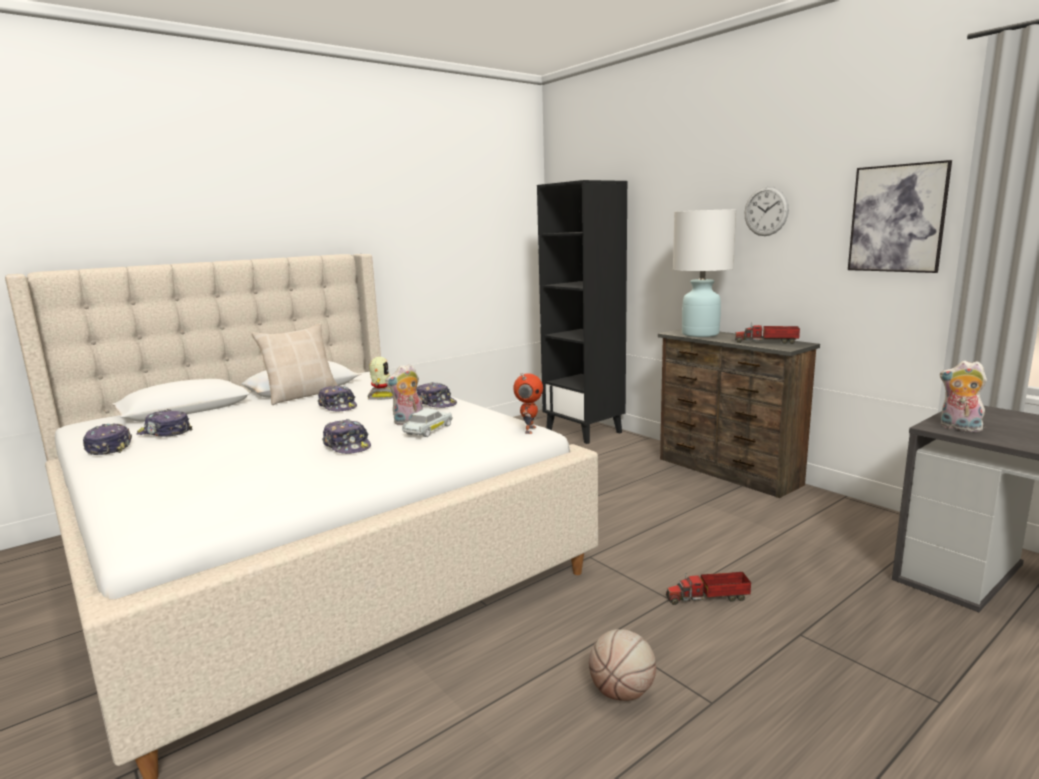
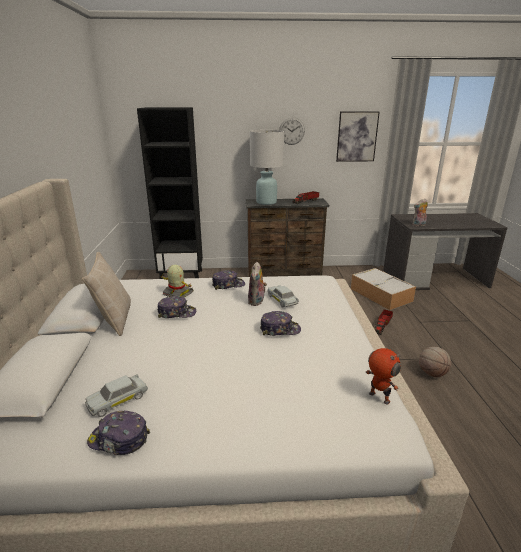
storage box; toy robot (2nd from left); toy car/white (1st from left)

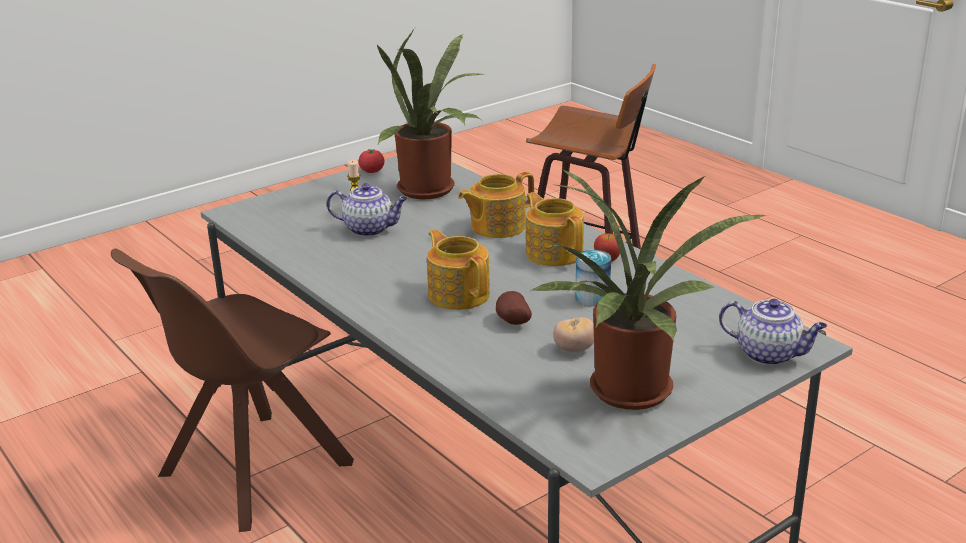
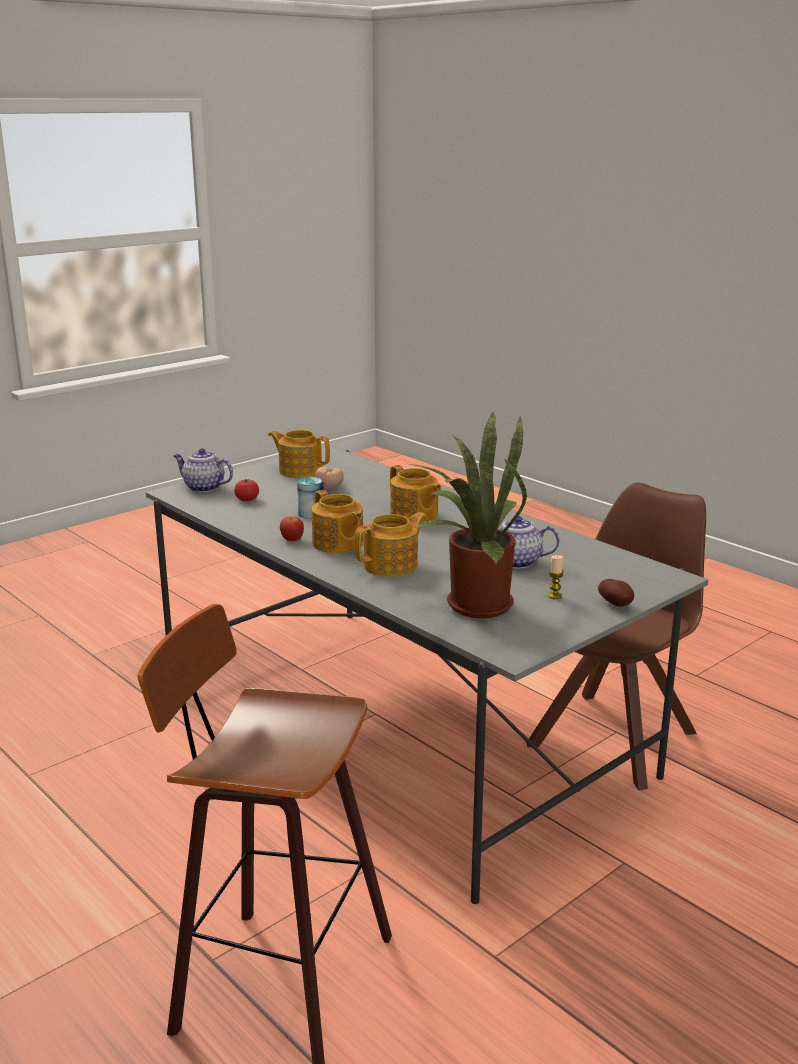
tomato (1st from left); potato; teapot (2nd from left)

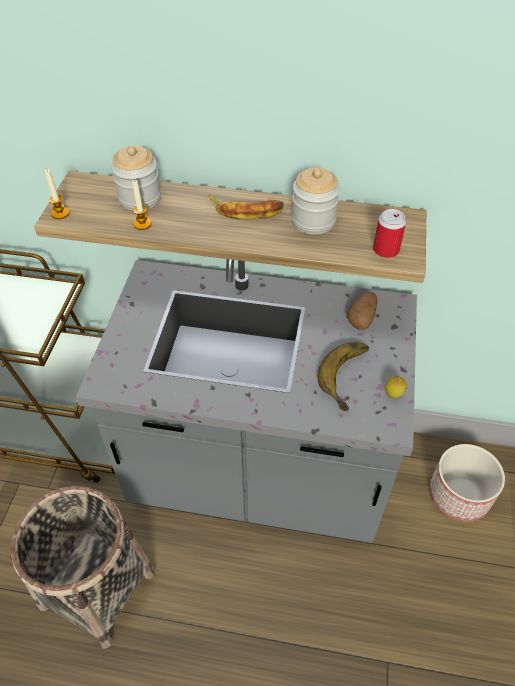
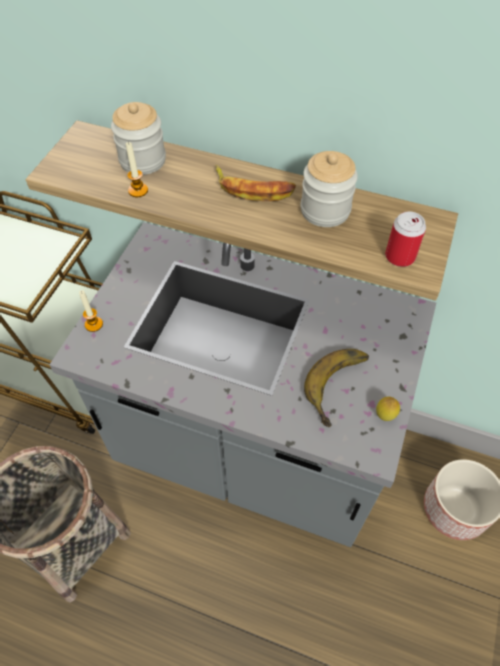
potato; candle (1st from left)

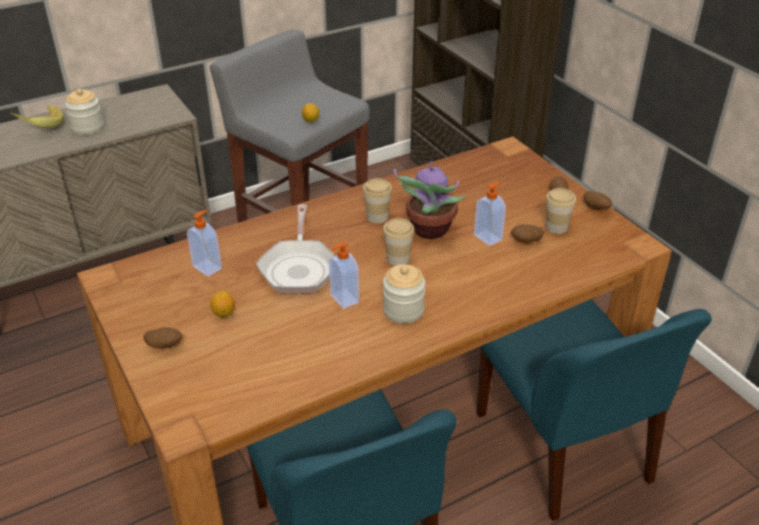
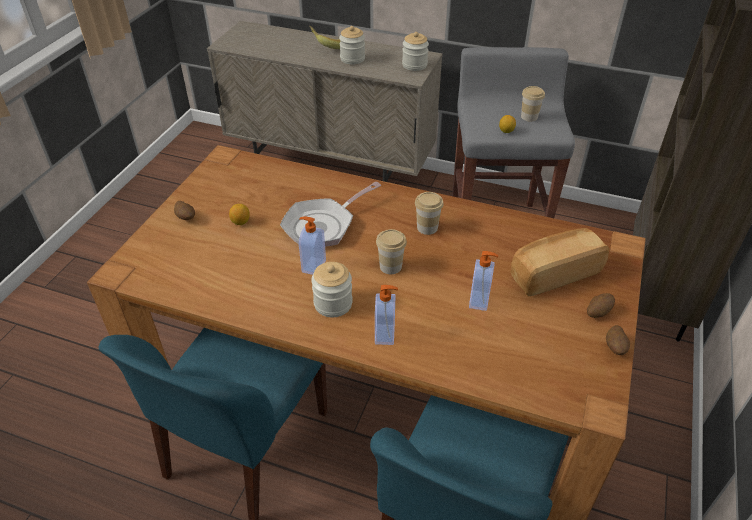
potted plant; potato (2nd from left in the first image); jar (3rd from left); bread; soap dispenser (2nd from left); cup (3rd from left)

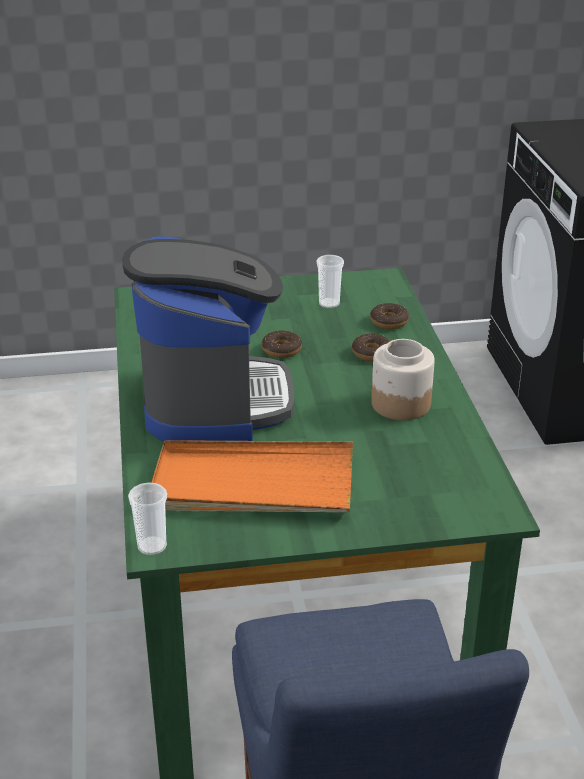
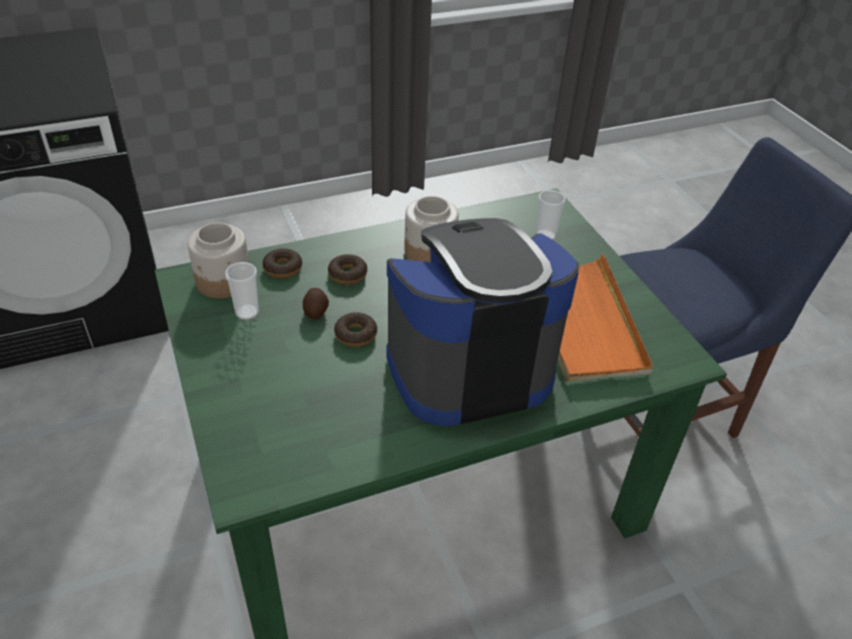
jar (1st from left); potato; cup (2nd from left)

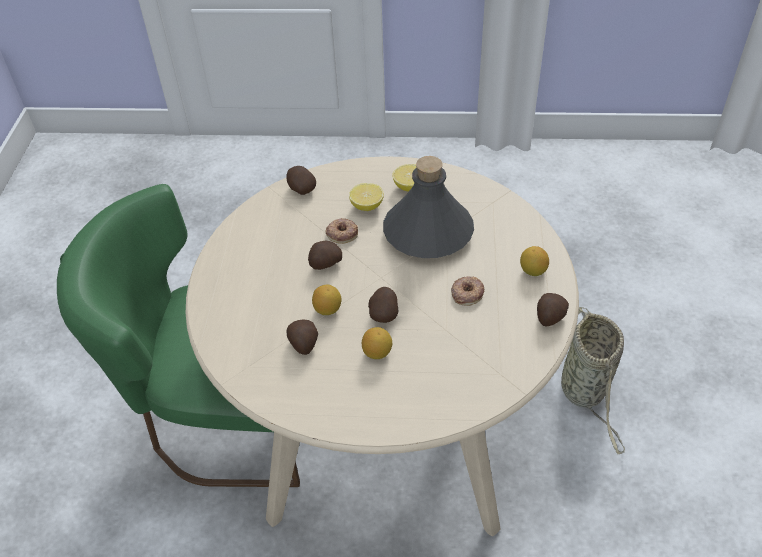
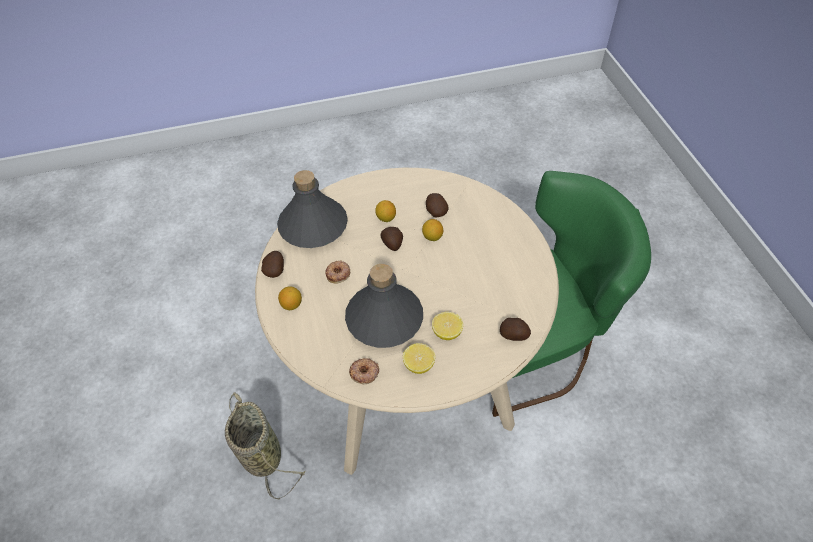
potato (3rd from left in the first image); bottle/grey (1st from left); donut (2nd from left)

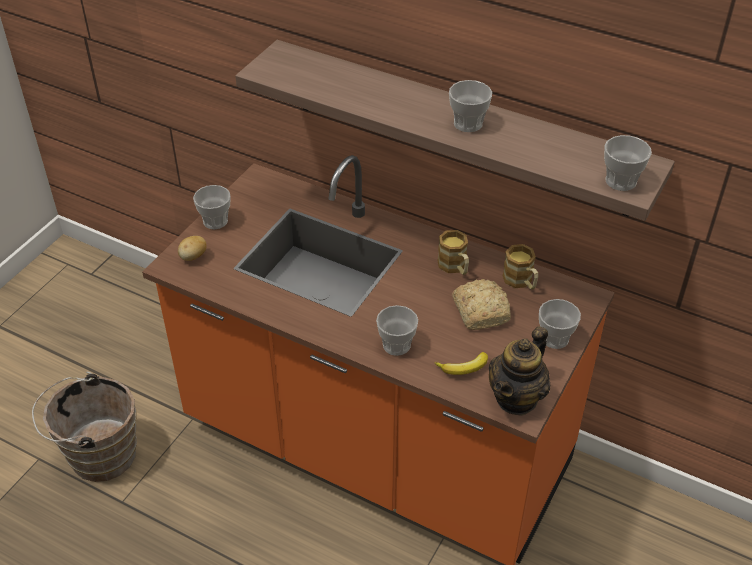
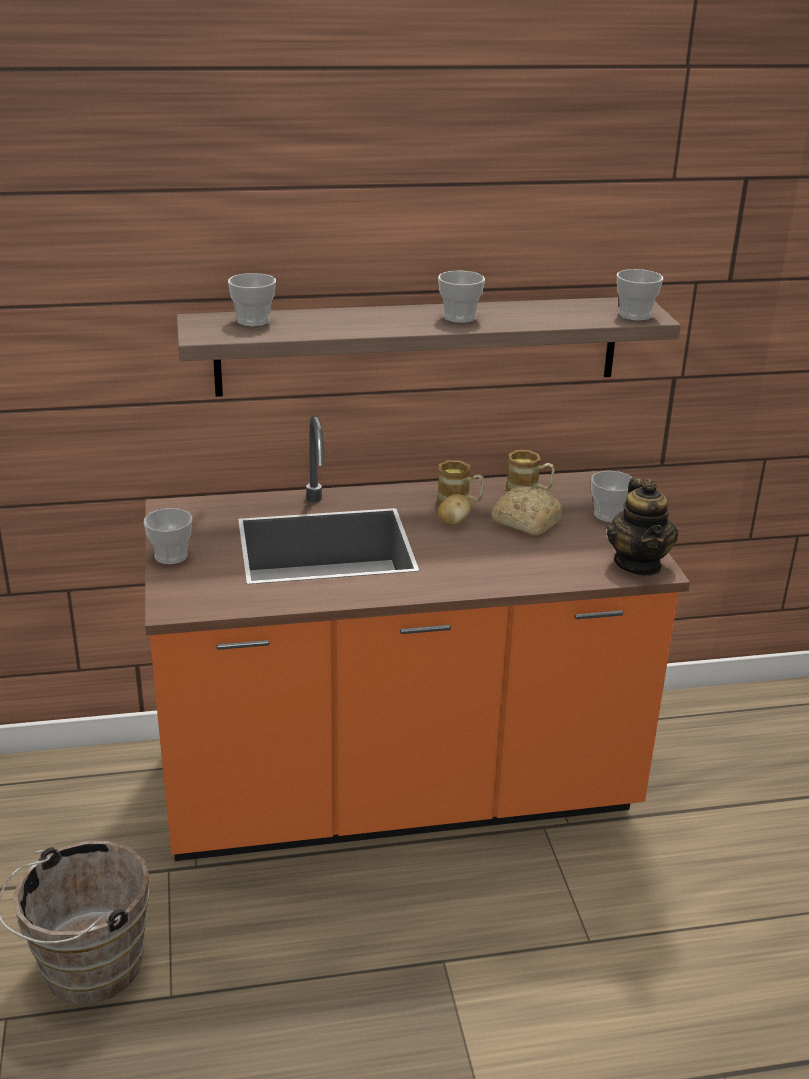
banana; potato; cup (2nd from left)

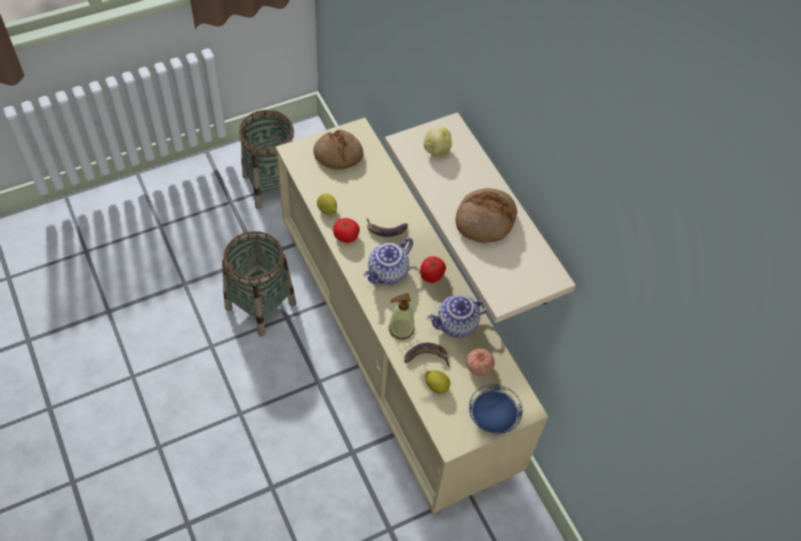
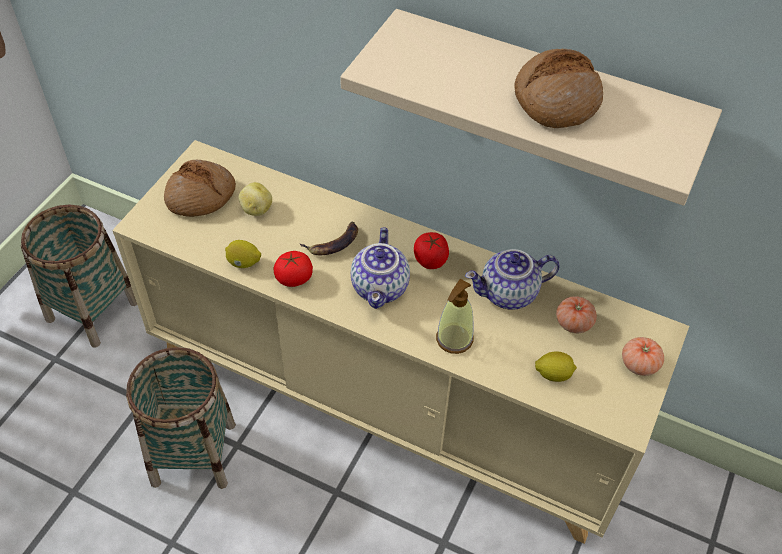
banana (2nd from left in the first image); potato; tomato (4th from left); teapot (2nd from left)

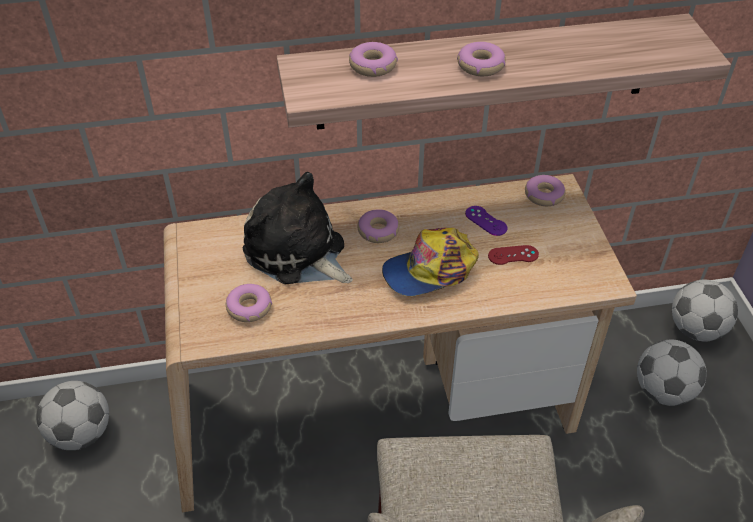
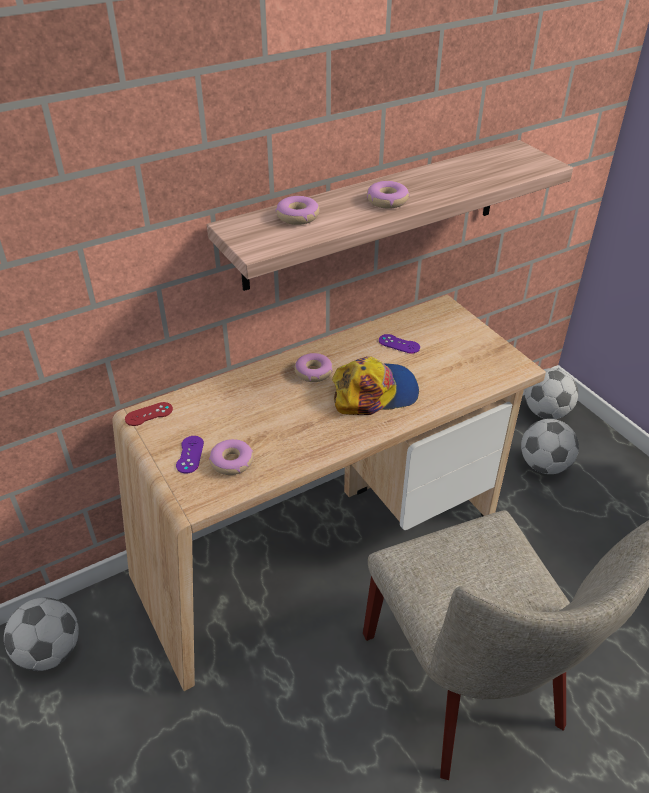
plush toy; donut (5th from left in the first image); game controller/purple (1st from left); game controller/red; cap

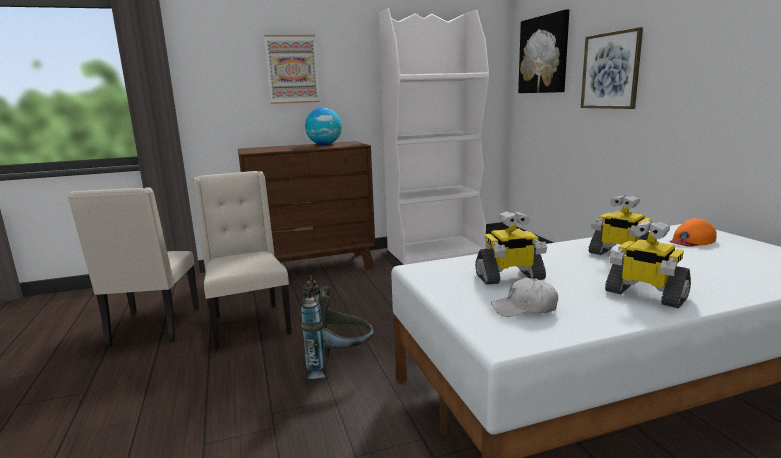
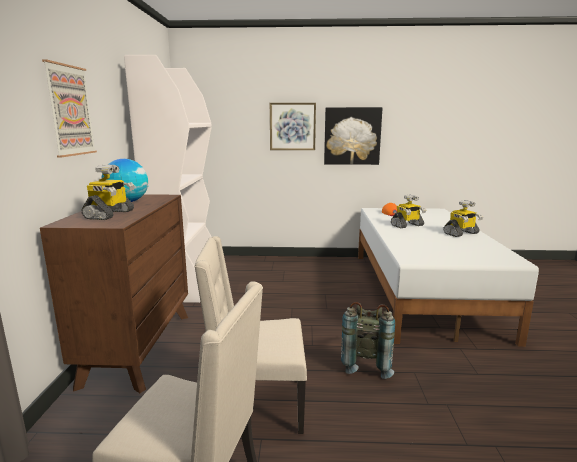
cap/white; toy robot (1st from left); picture (3rd from left)

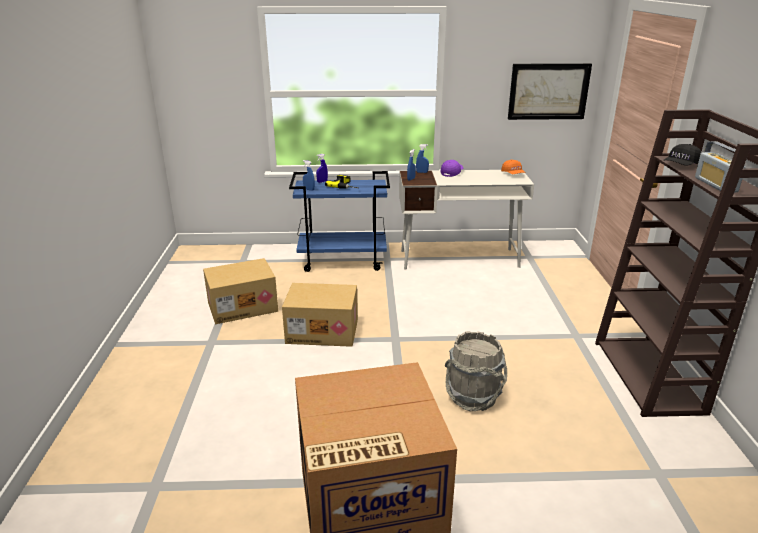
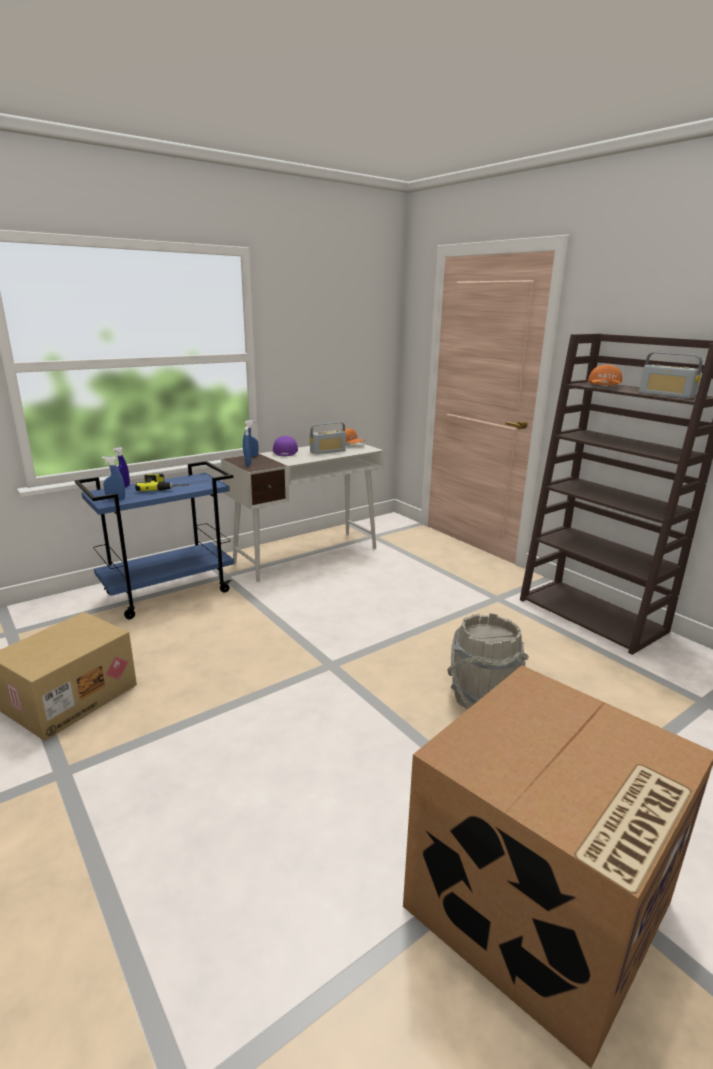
cardboard box (2nd from left in the first image); picture; radio (1st from left); cap/orange (2nd from left)

